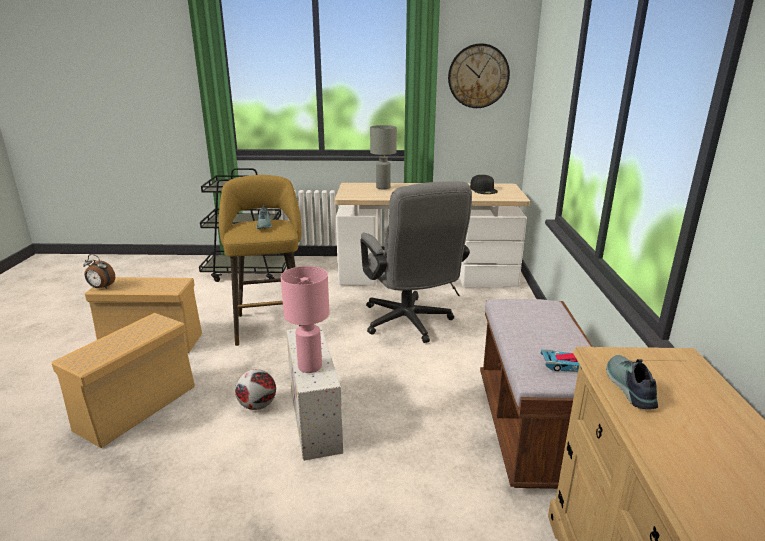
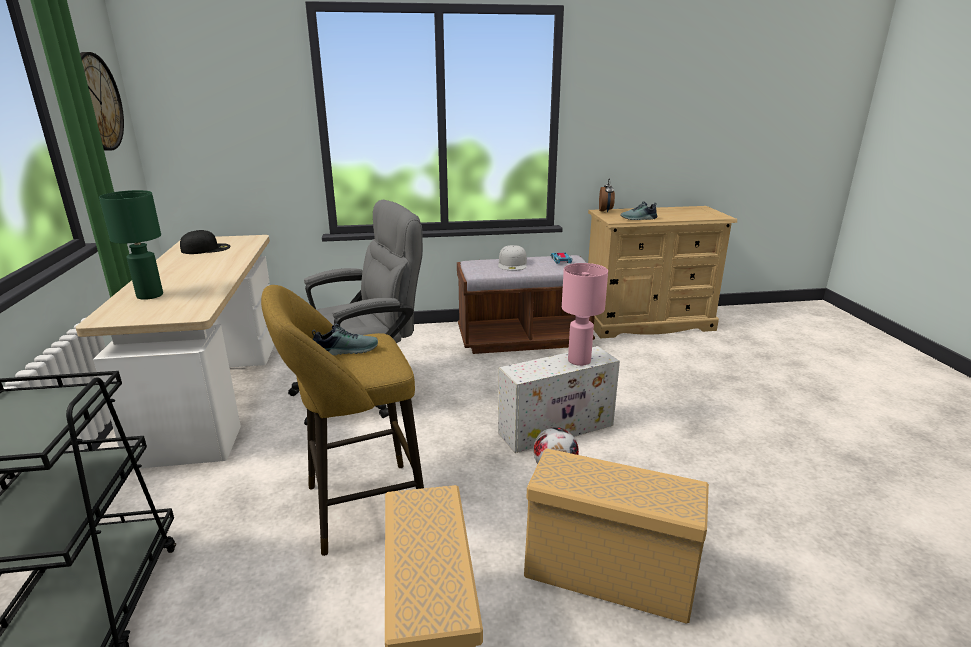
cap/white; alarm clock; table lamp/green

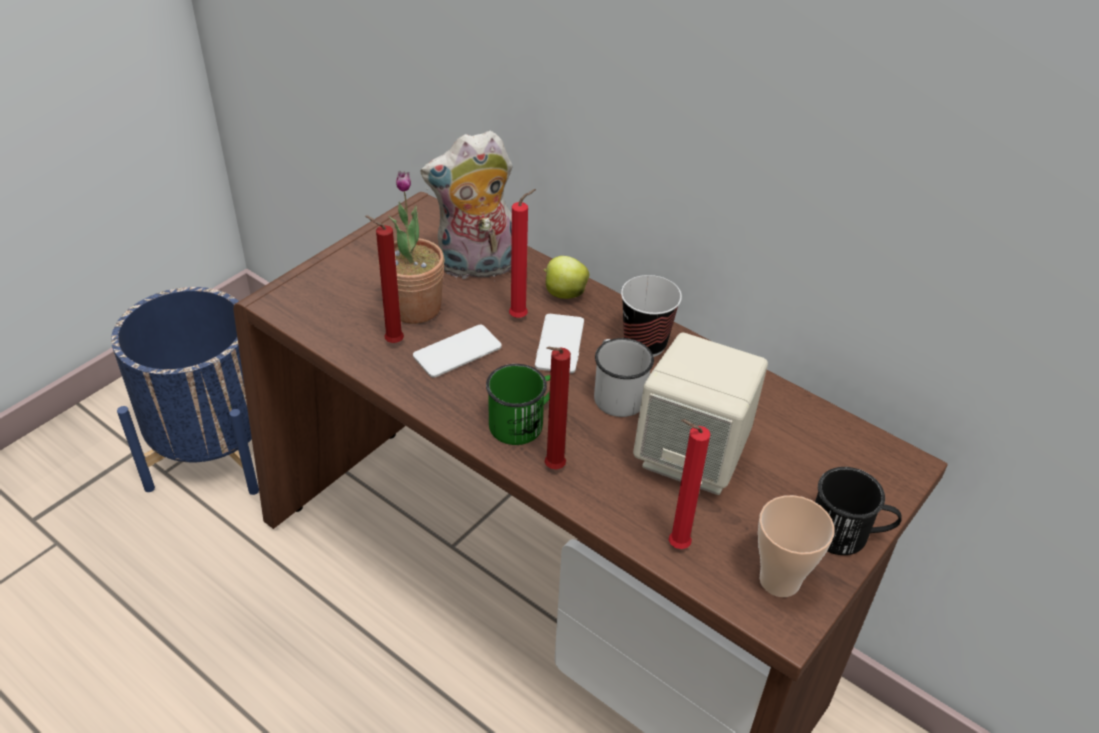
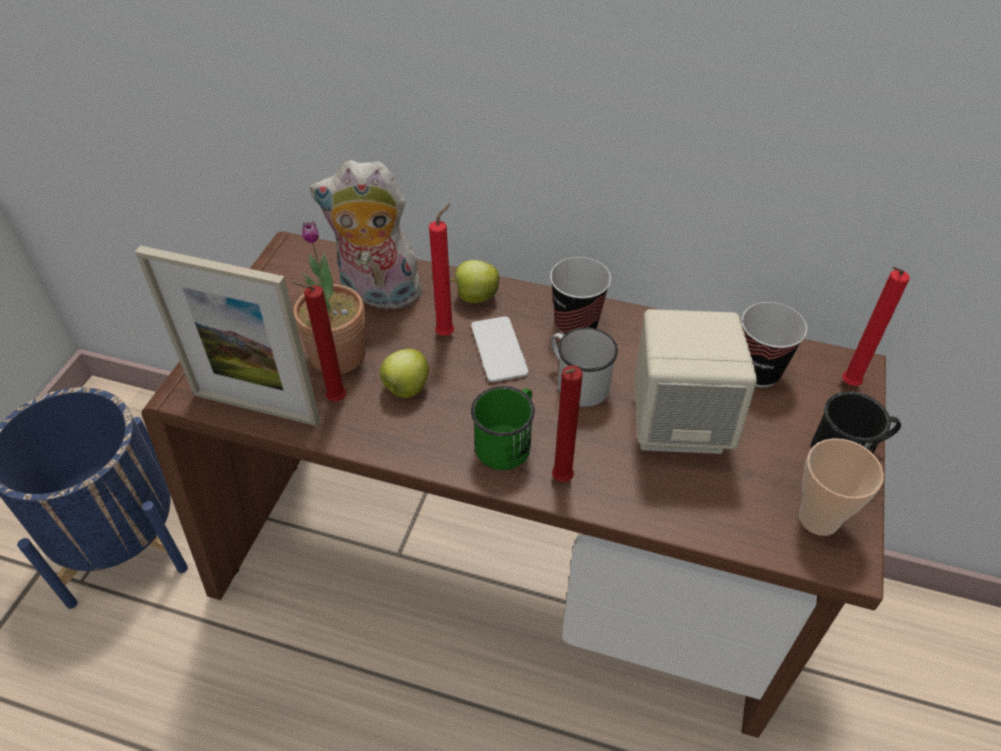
picture frame; cup (2nd from left); candle/red (4th from left); apple (1st from left); plush toy

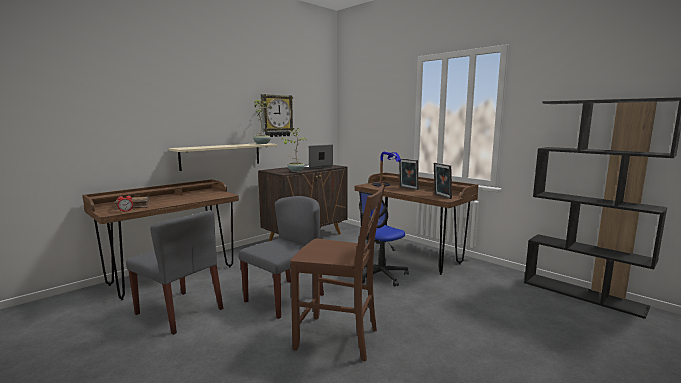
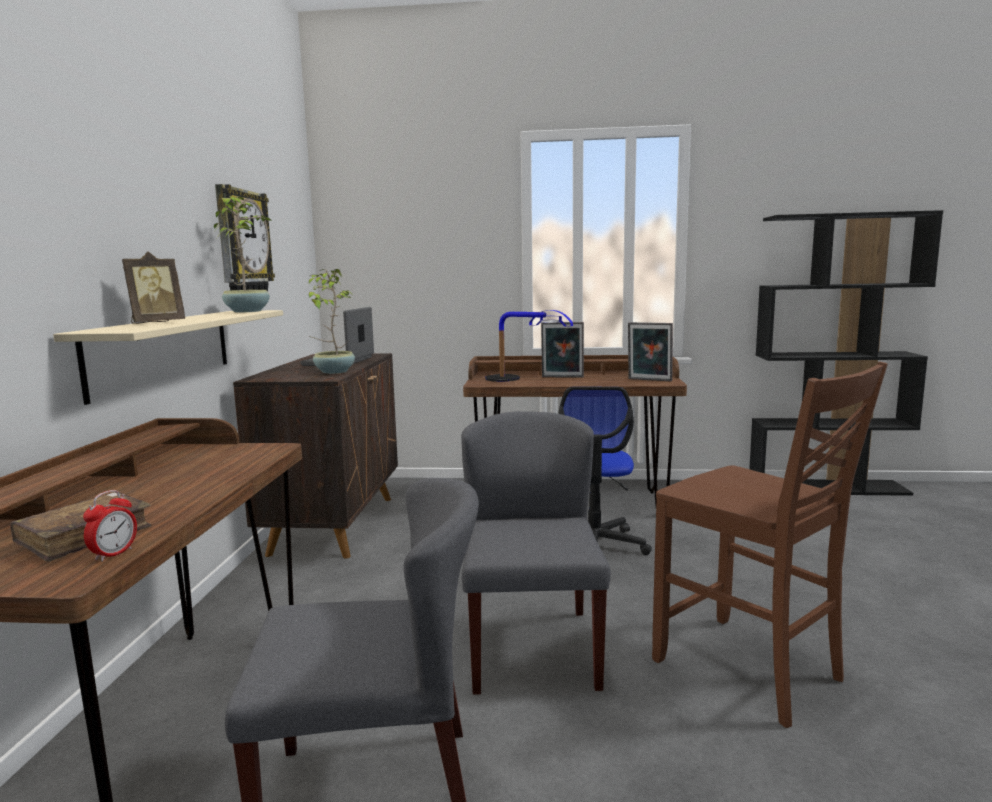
picture frame (1st from left); chair/brown

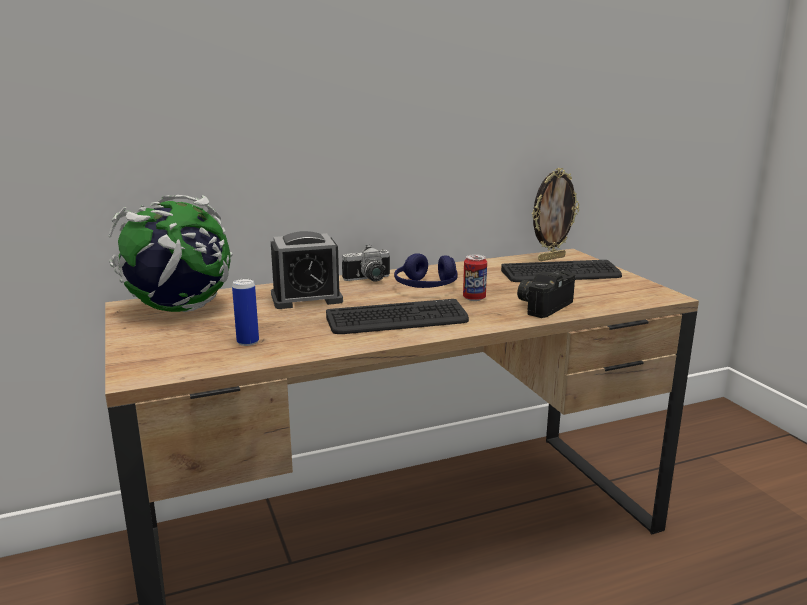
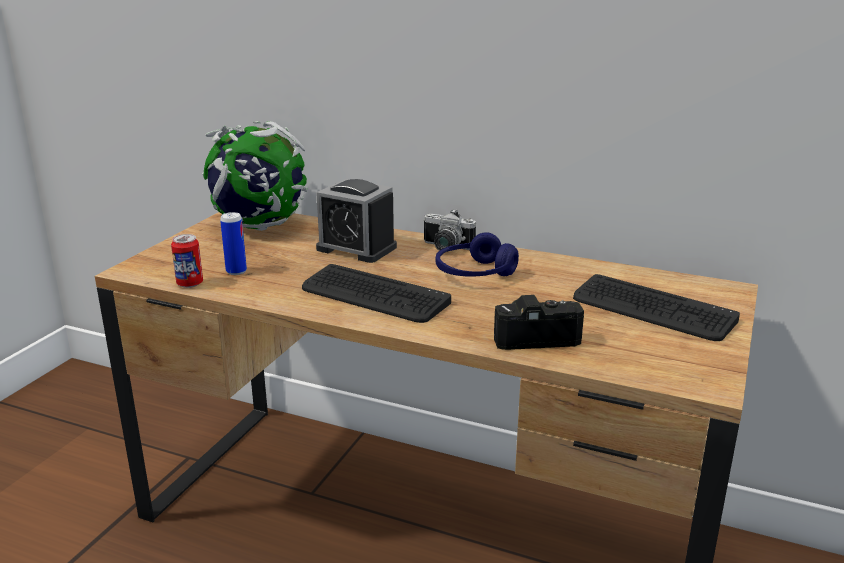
picture frame; can (1st from left)

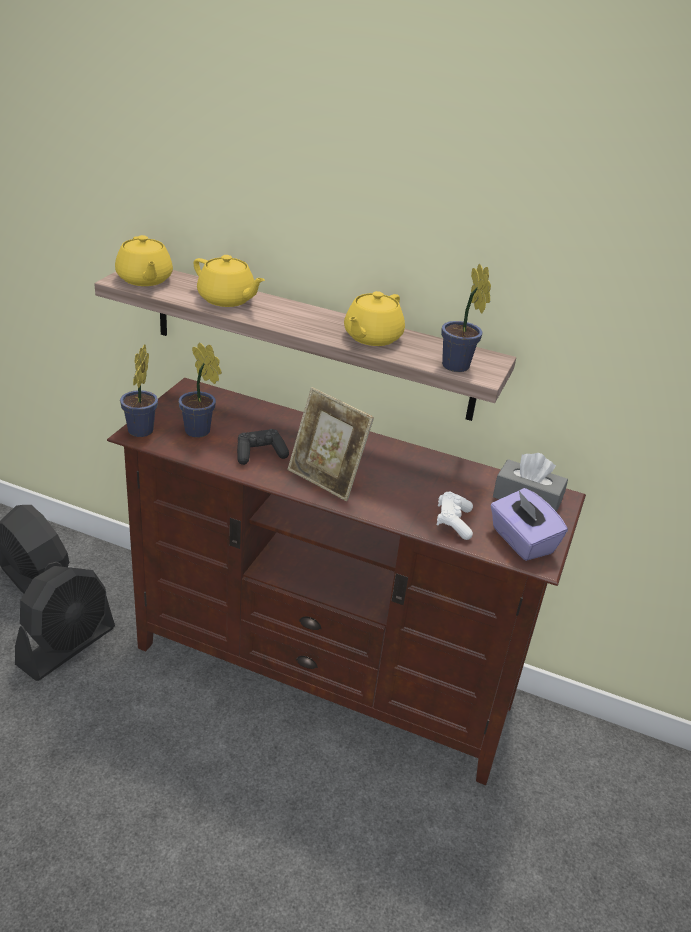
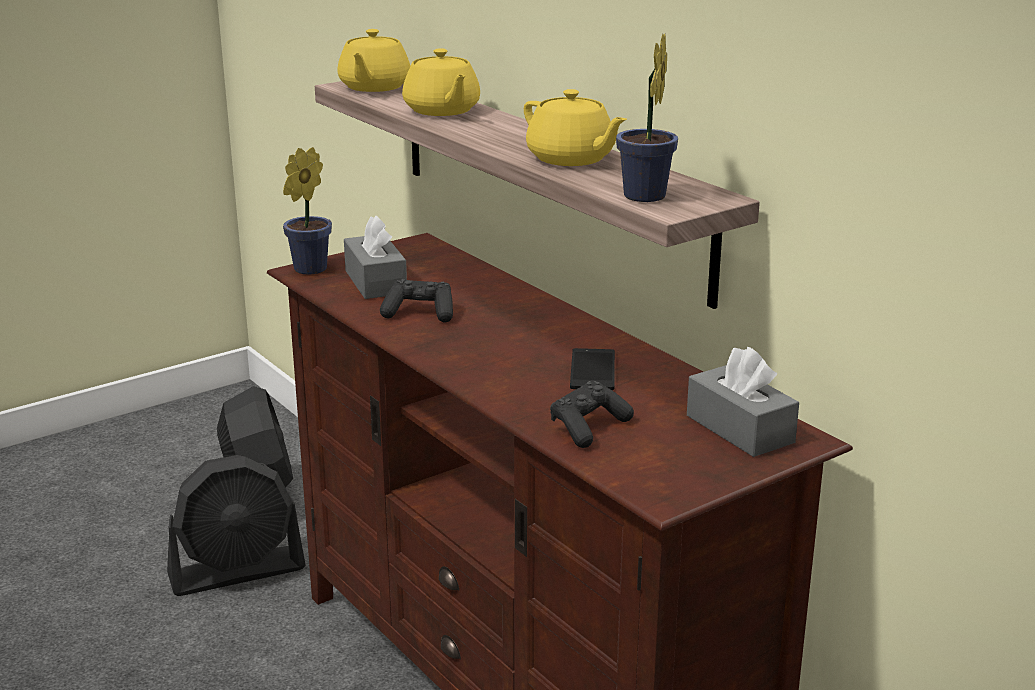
picture frame; tissue box/purple; phone; tissue box/grey (1st from left); game controller/black (2nd from left); teapot/yellow (3rd from left)

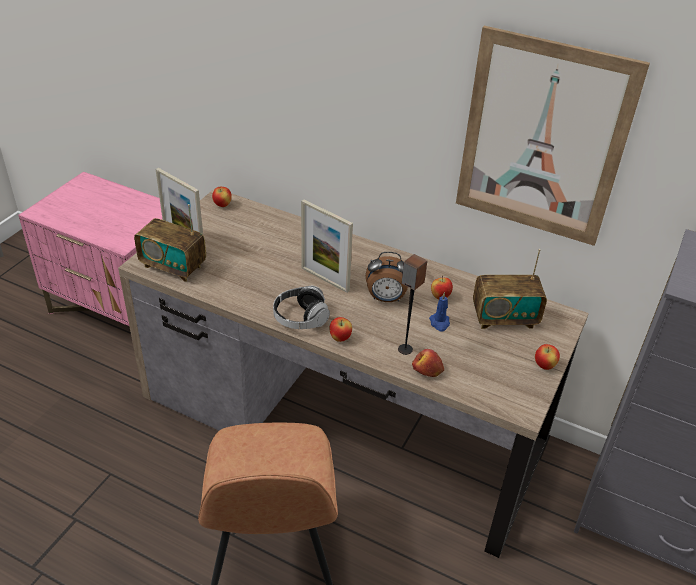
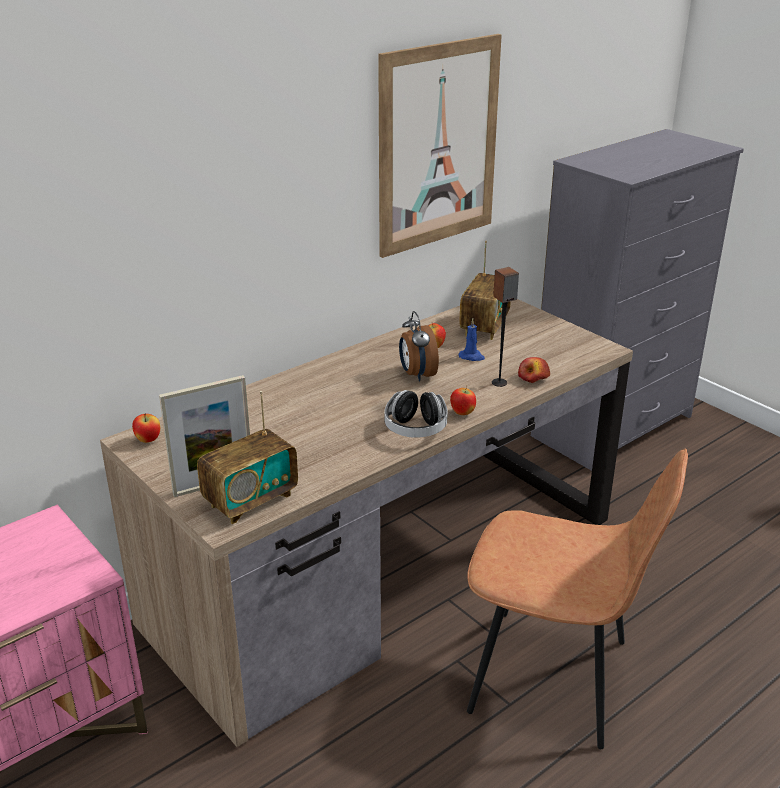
picture frame (2nd from left in the first image); apple (5th from left in the first image); alarm clock

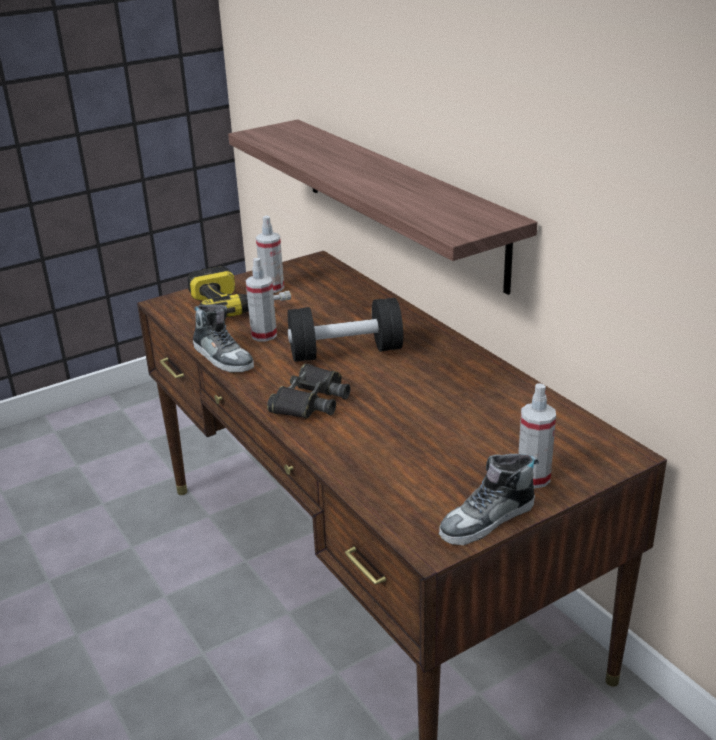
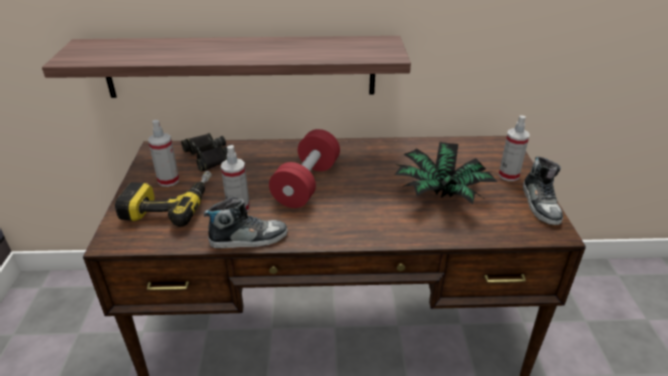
potted plant; binoculars/black; dumbbell/red

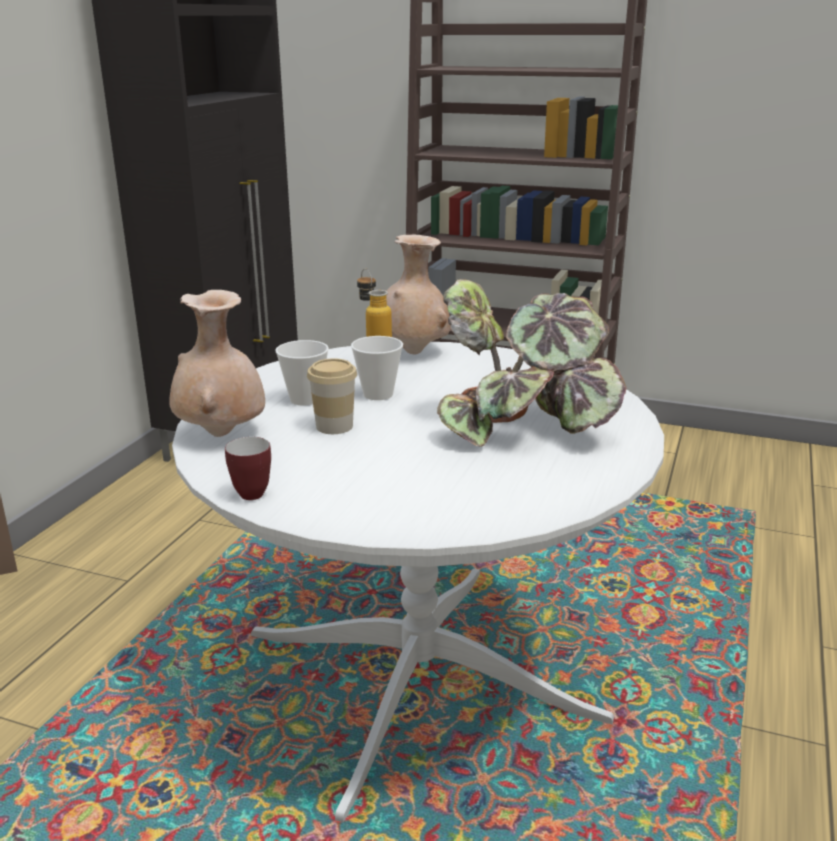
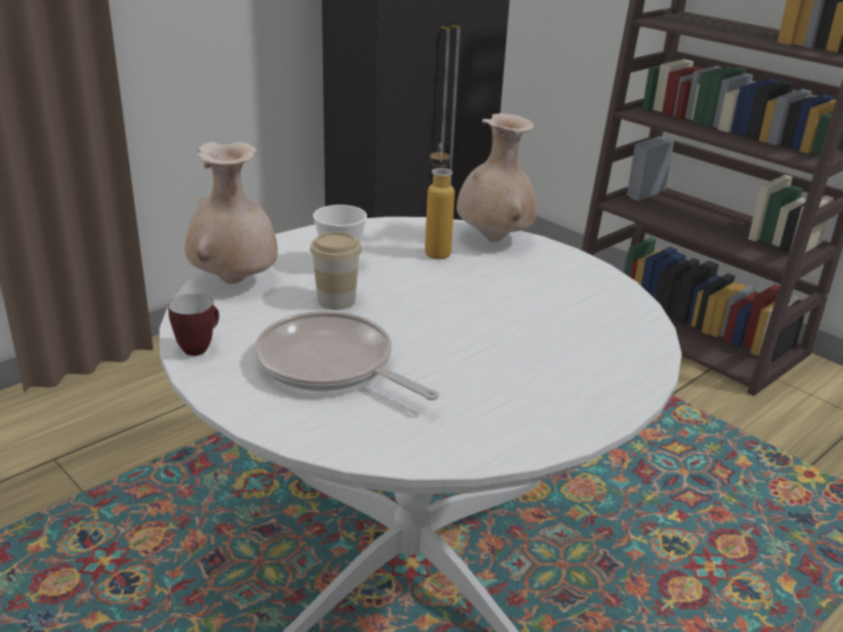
cup (3rd from left in the first image); potted plant; frying pan

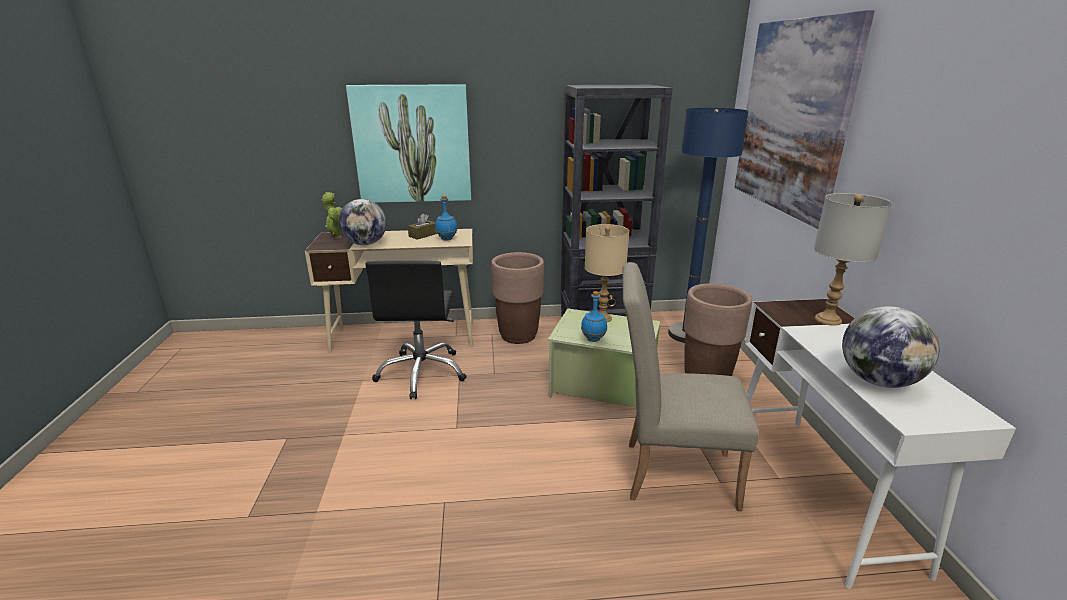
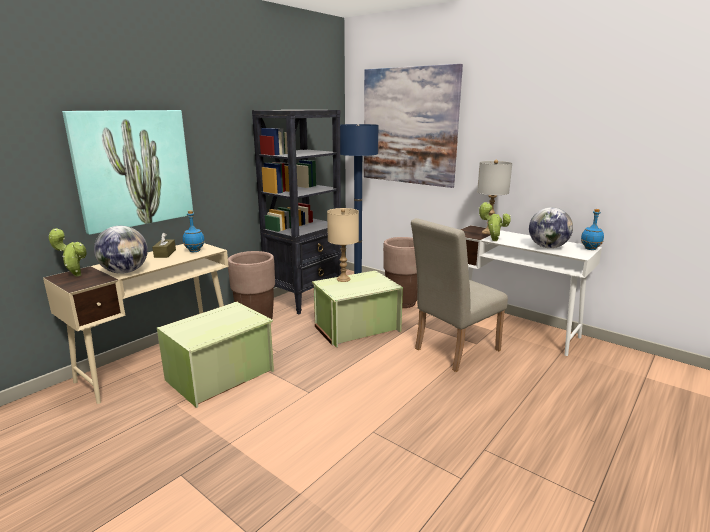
potted plant (2nd from left); bottle/blue (2nd from left); storage box/green (1st from left)

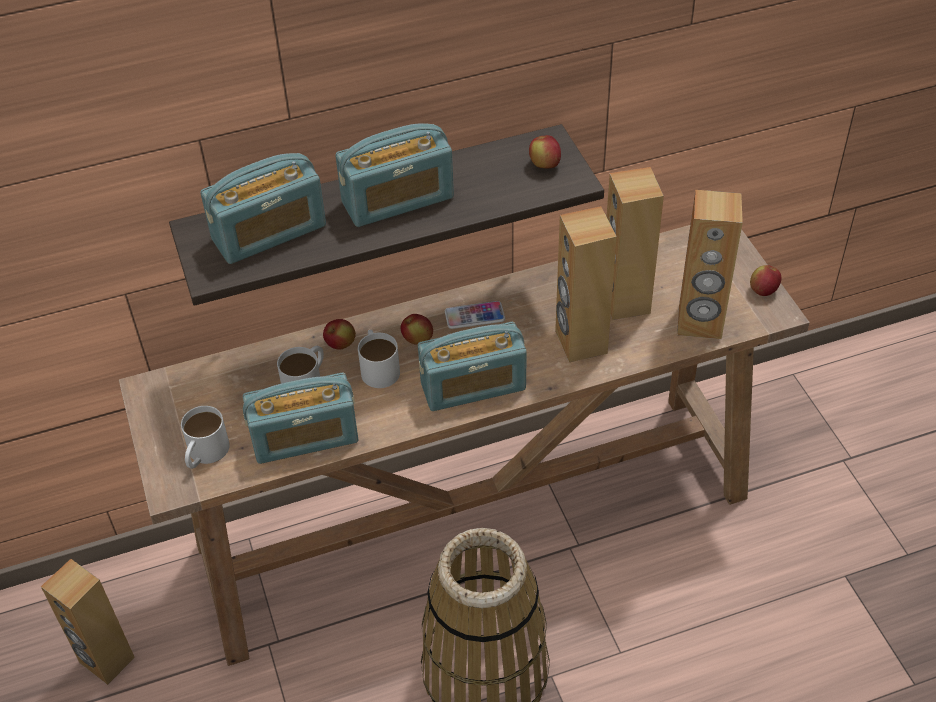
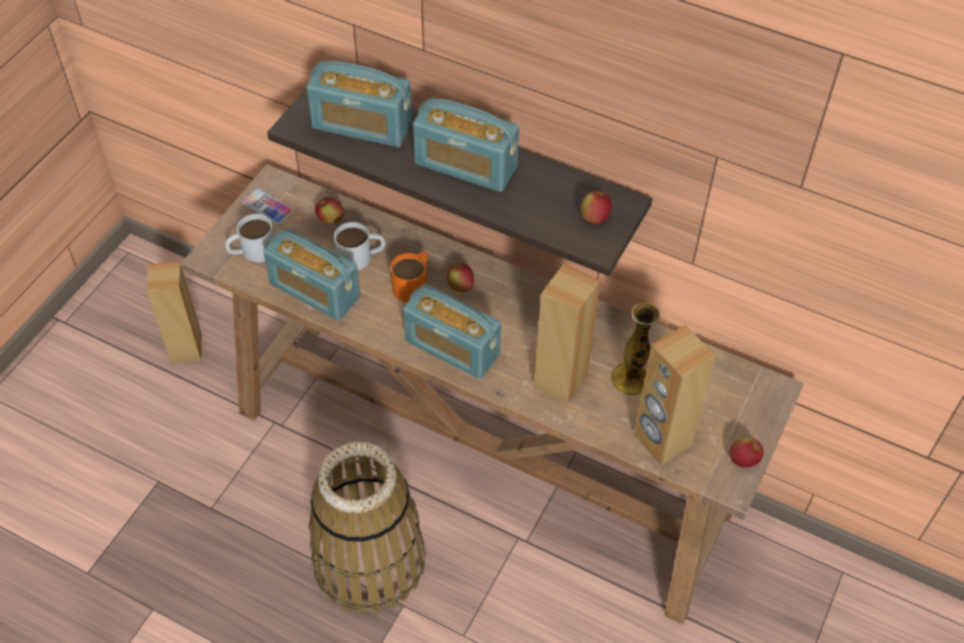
apple (1st from left); phone; vase; mug/orange

